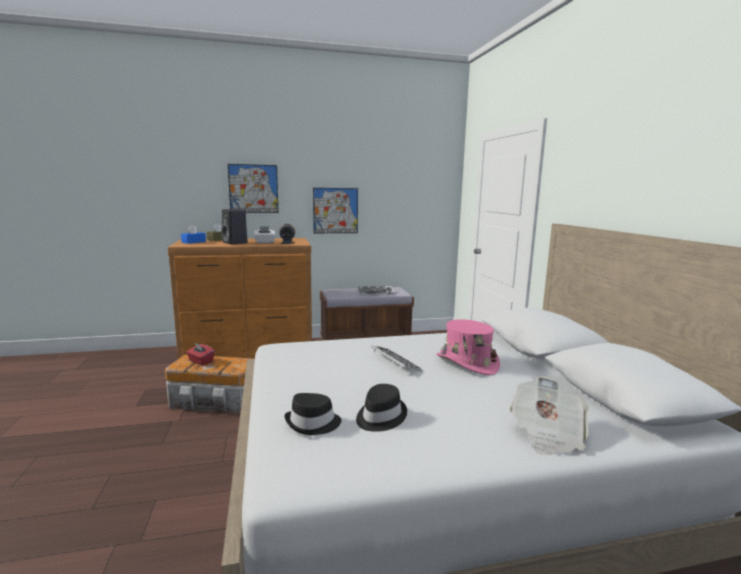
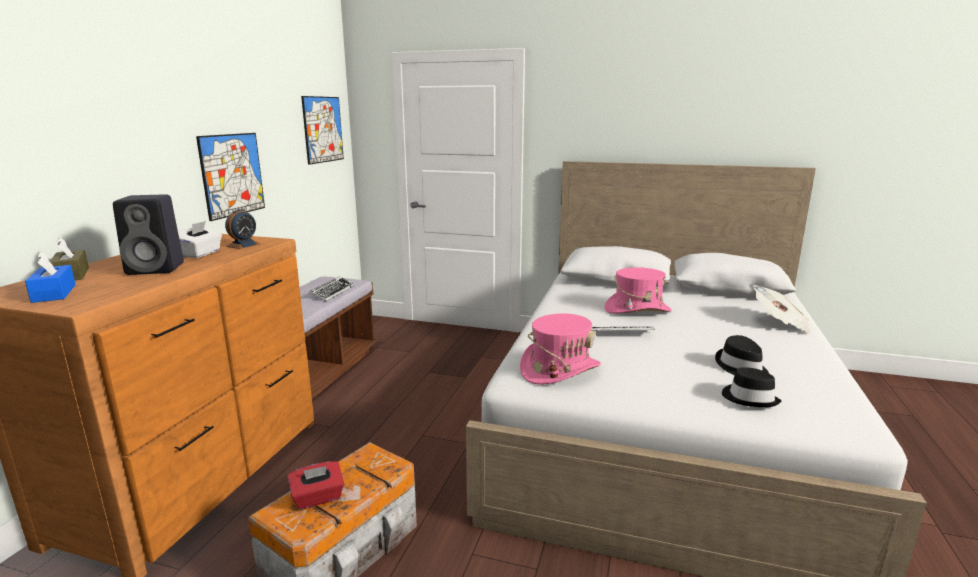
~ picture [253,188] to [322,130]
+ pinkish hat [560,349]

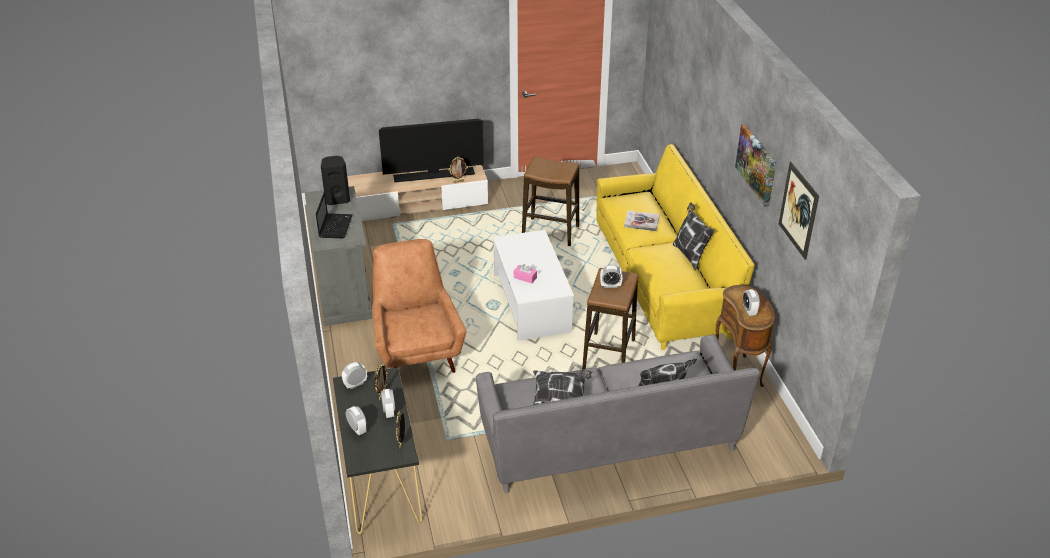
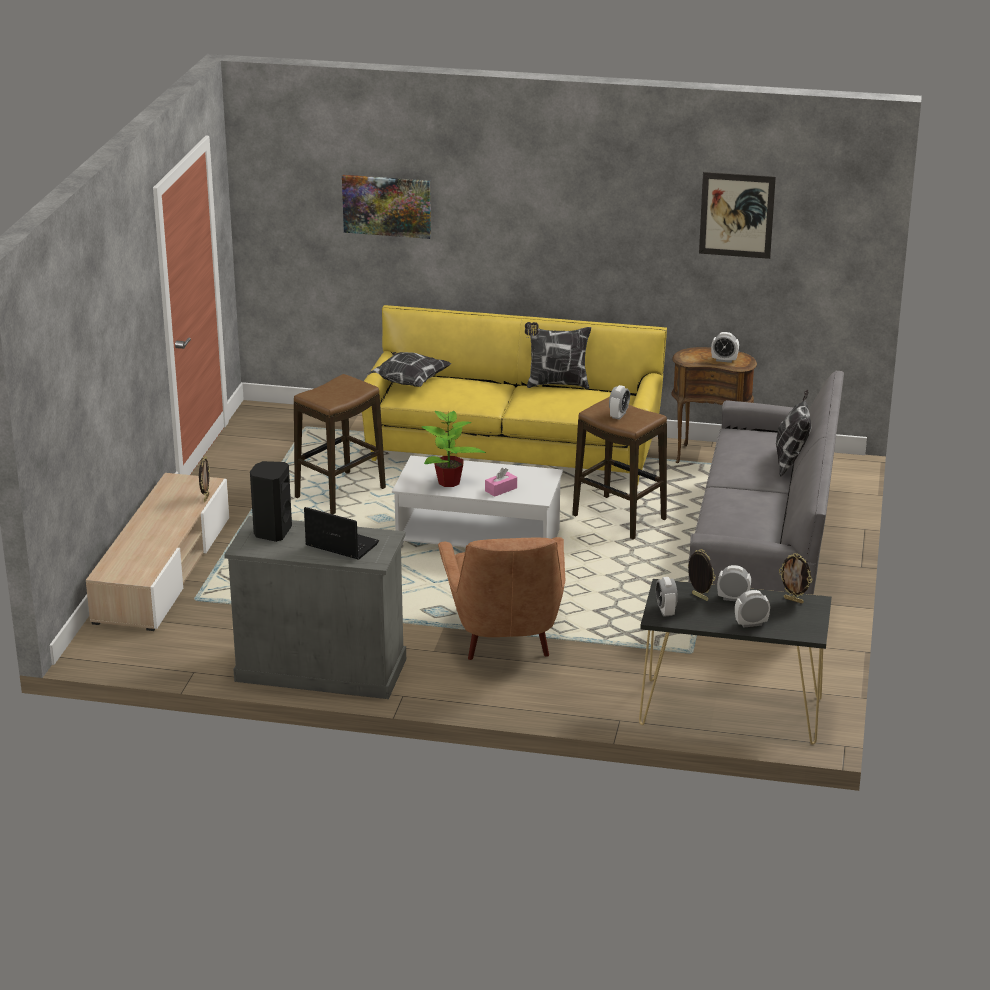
- television [431,151]
~ picture [755,165] to [386,207]
- volume [642,221]
~ brown armchair [419,306] = [501,598] 105 degrees counterclockwise
~ cushion [562,387] to [409,369]
+ houseplant [454,449]

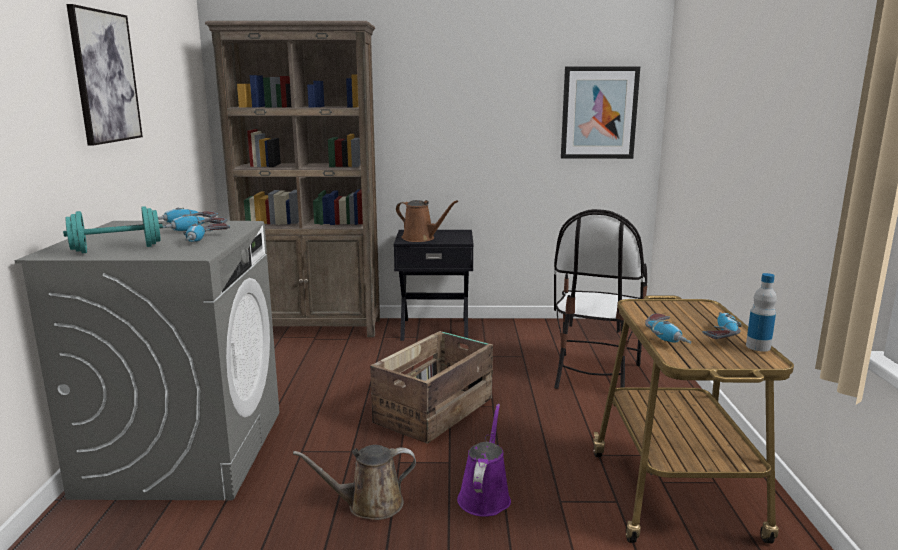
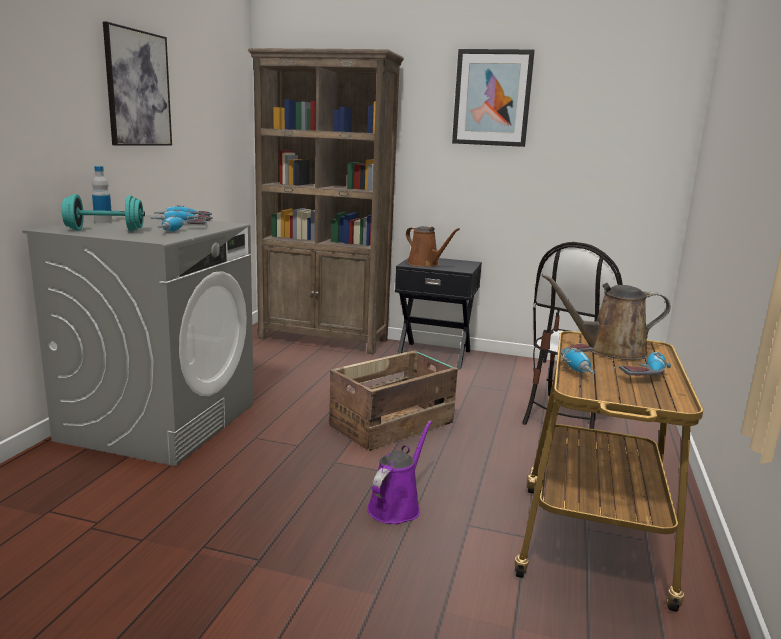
~ picture [600,112] to [493,98]
~ bottle [761,312] to [102,194]
~ brown watering can [354,482] to [606,317]

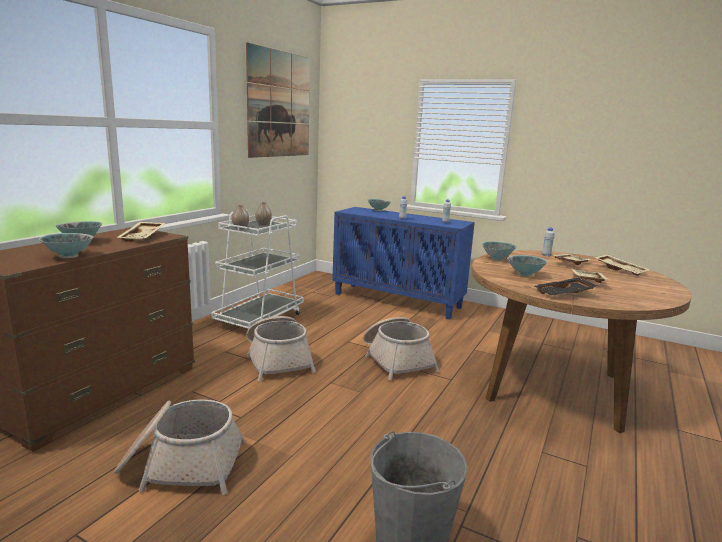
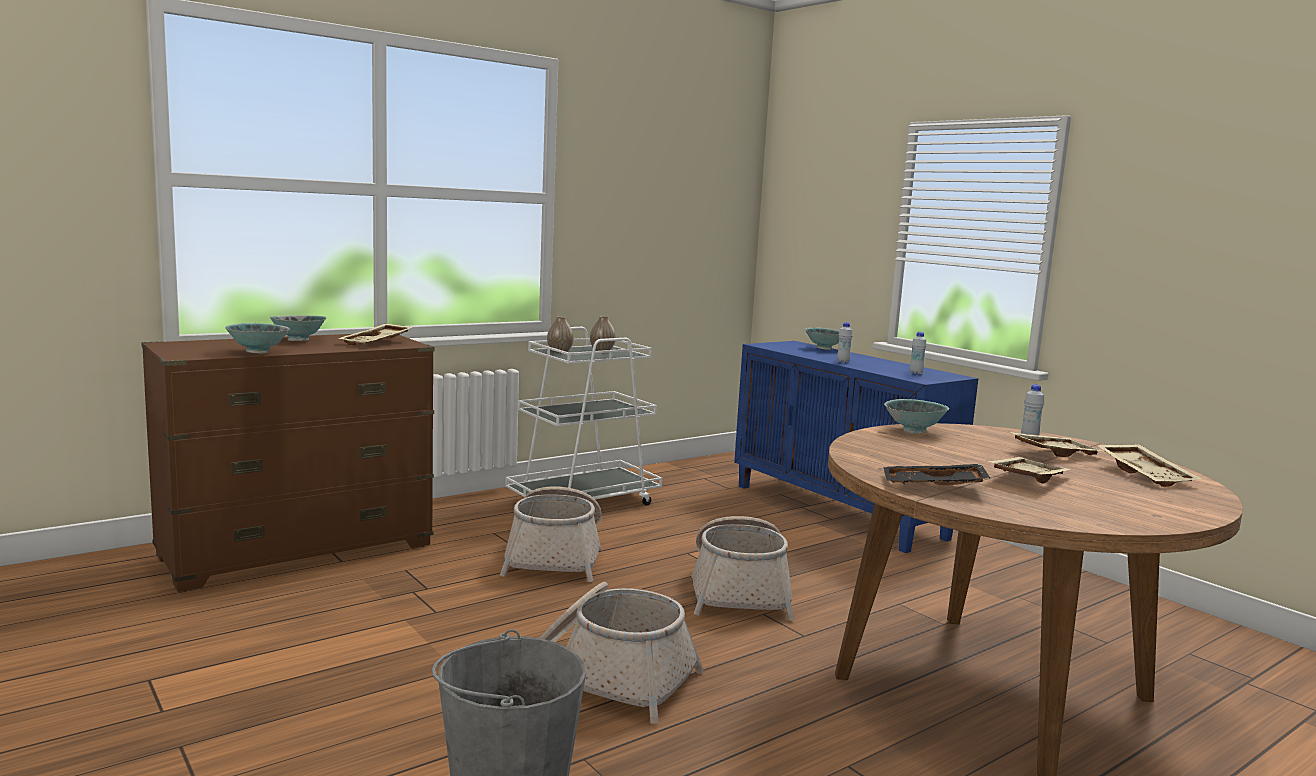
- picture [278,100]
- bowl [527,266]
~ household basket [180,447] to [621,653]

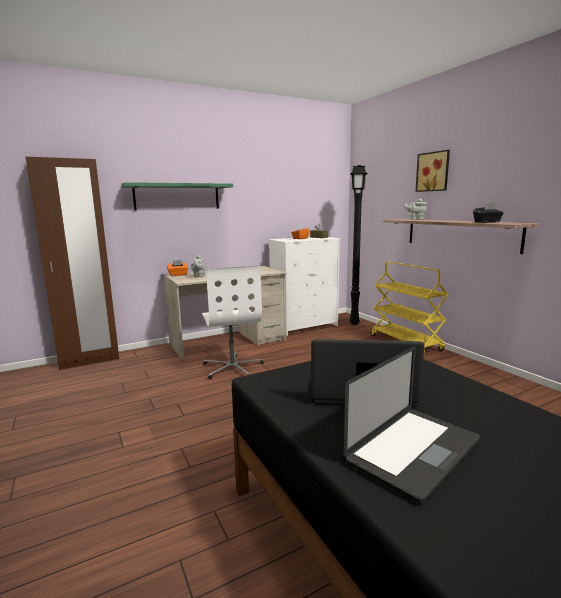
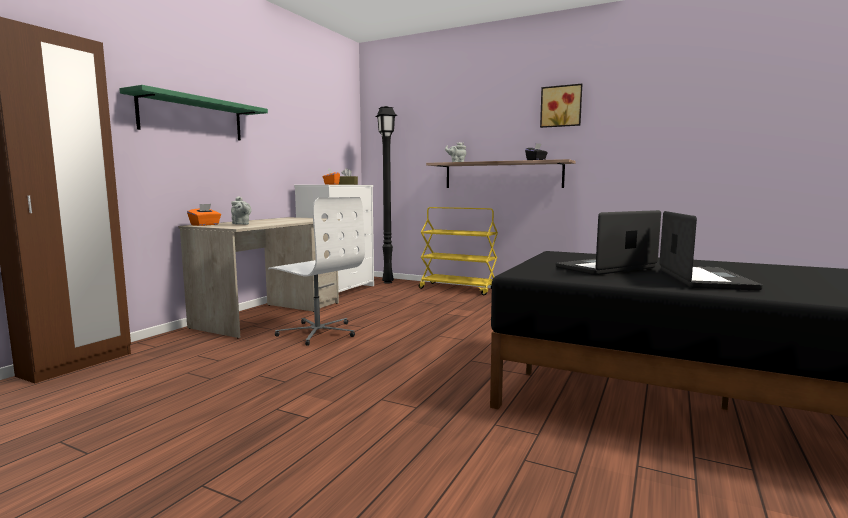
~ picture [432,171] to [561,106]

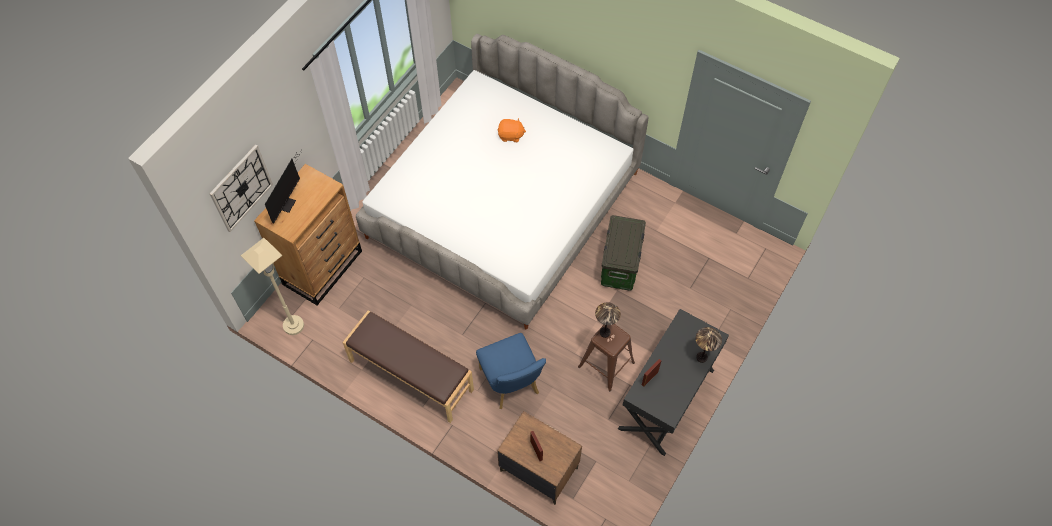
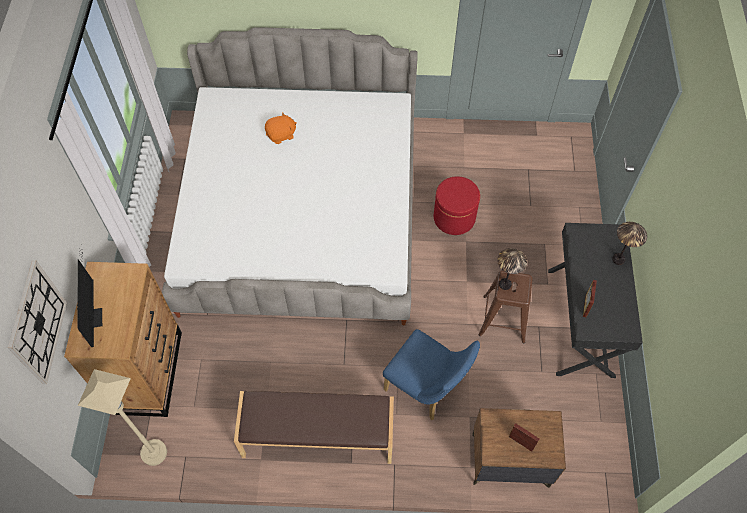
~ storage container [623,253] to red-coloured ottoman [457,205]

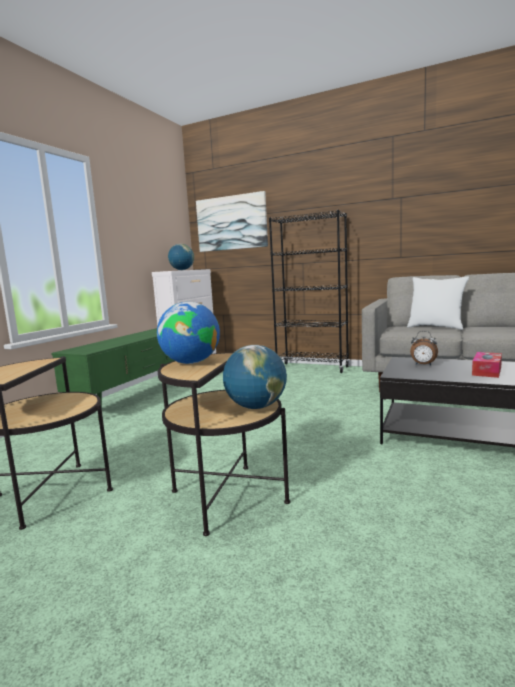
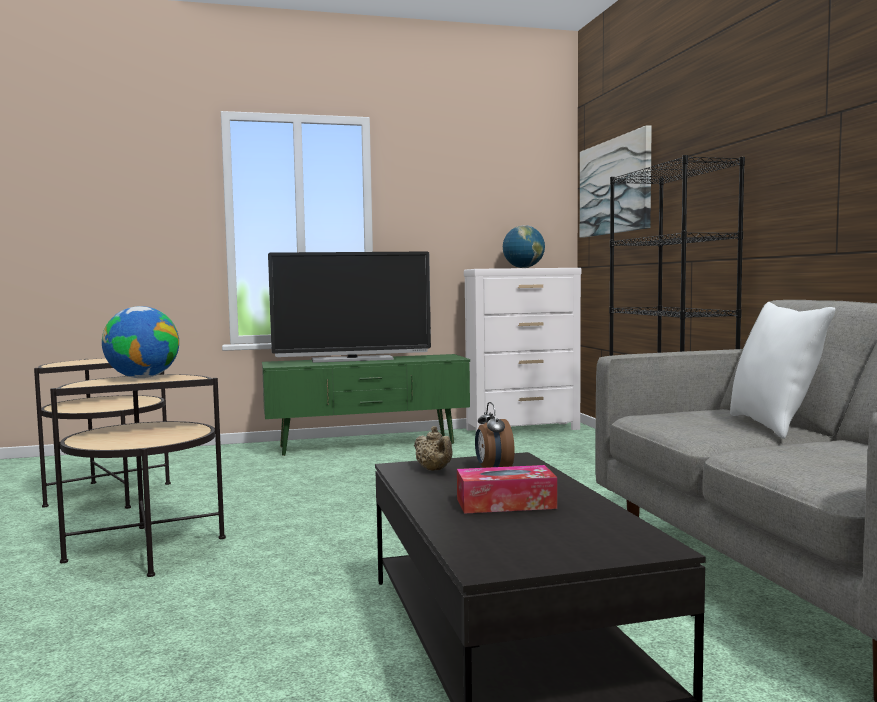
- world globe [255,377]
+ television [349,307]
+ beige teapot [433,448]

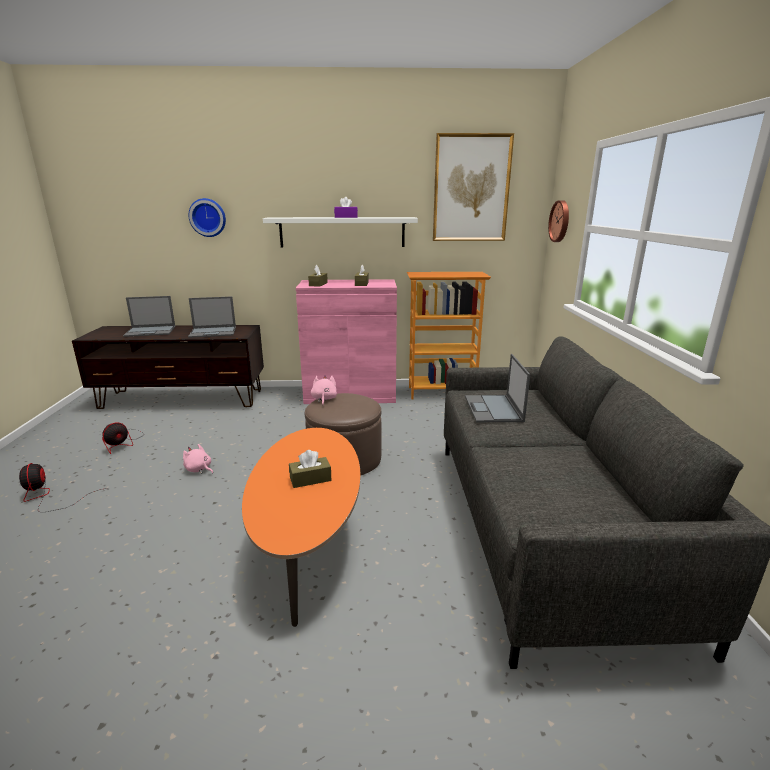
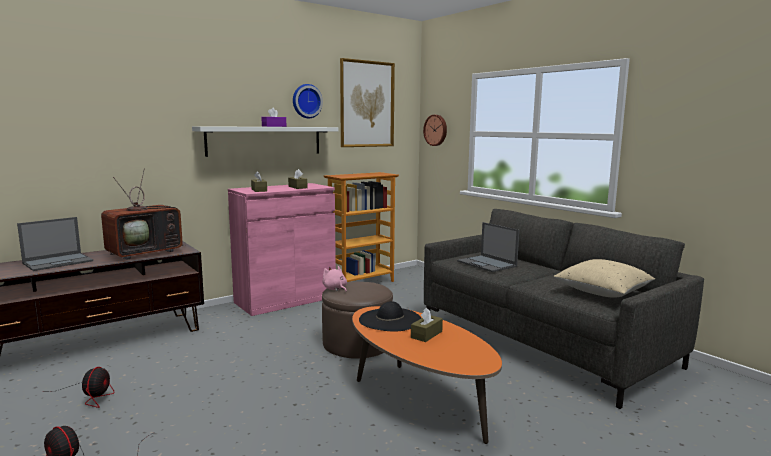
~ hanging clock [207,217] to [308,101]
~ portable computer [212,317] to television [143,214]
- pinkish soft toy [198,459]
+ beige cushion [604,278]
+ black hat [390,316]

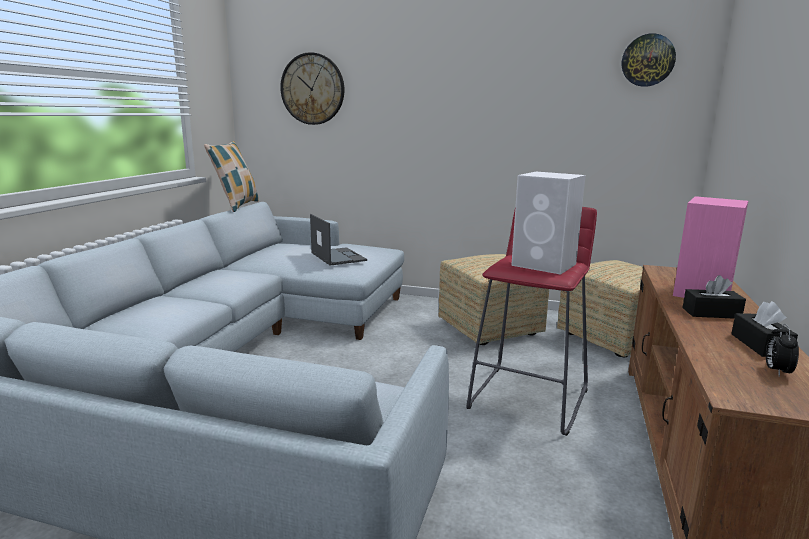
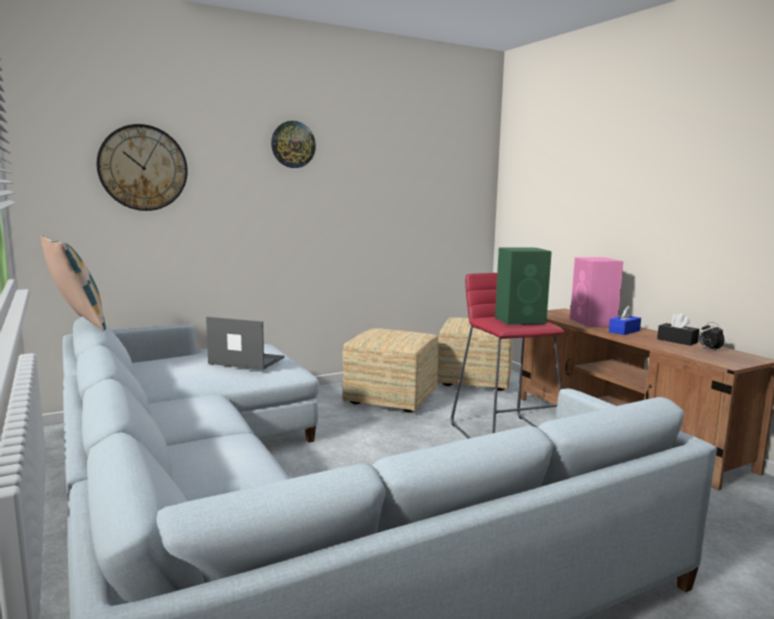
~ hanging clock [649,60] to [293,144]
~ white-coloured speaker [548,223] to greenish speaker [523,286]
~ black box of tissues [714,297] to blue box of tissues [625,320]

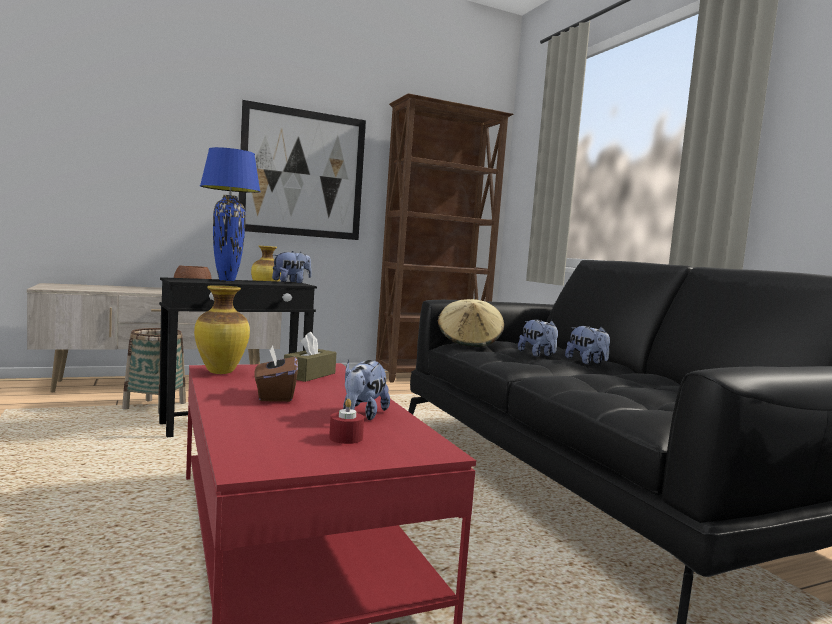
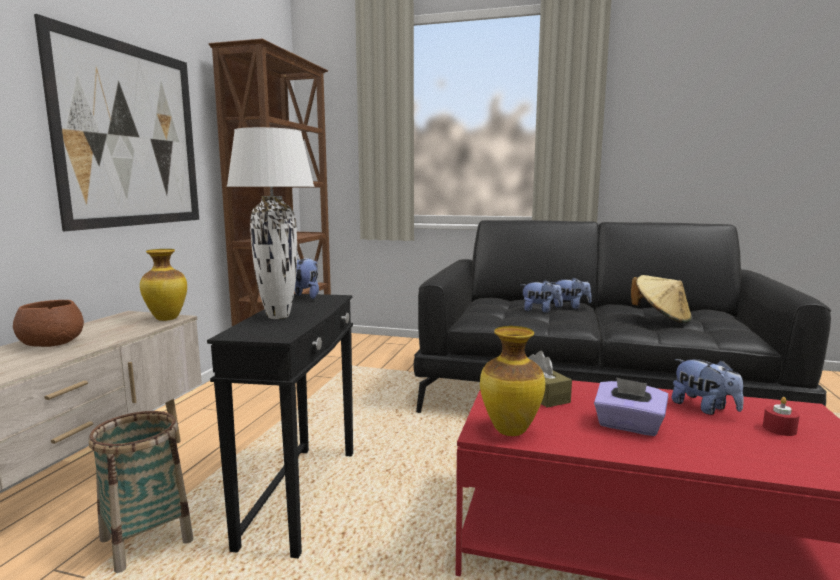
~ blue tabletop lamp [230,214] to white-coloured tabletop lamp [270,223]
~ beige hat [471,323] to [661,299]
~ brown box of tissues [276,373] to purplish box of tissues [631,406]

